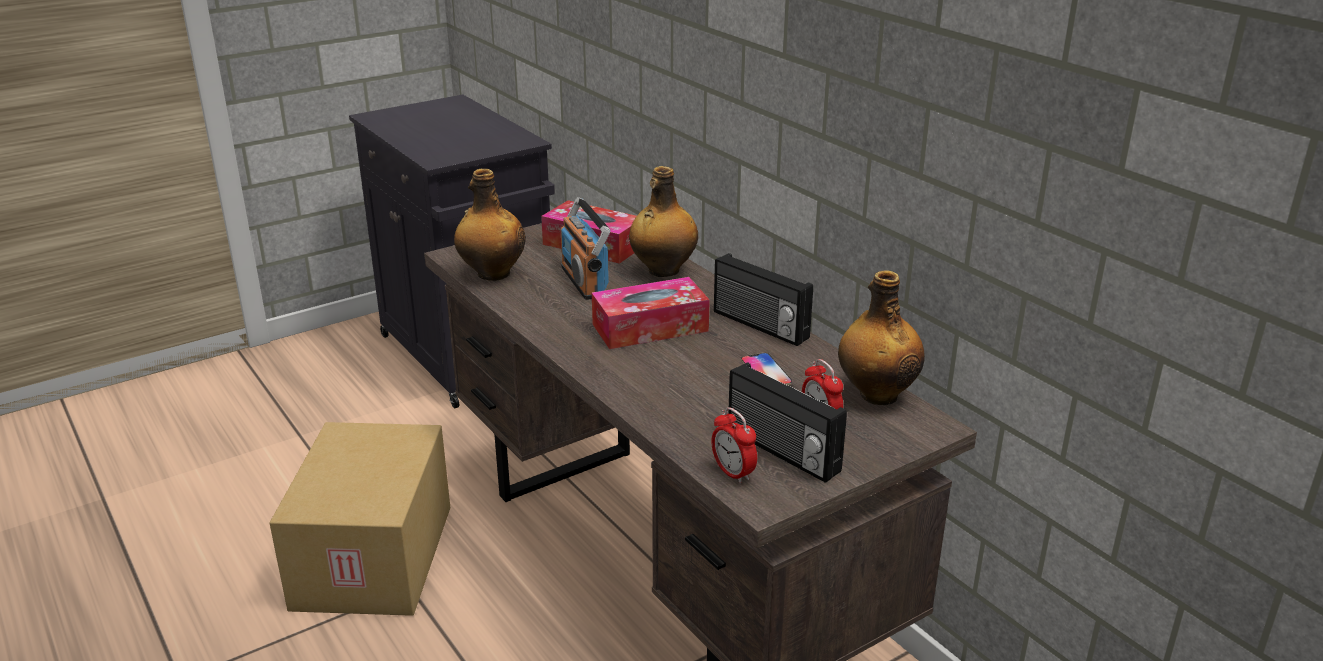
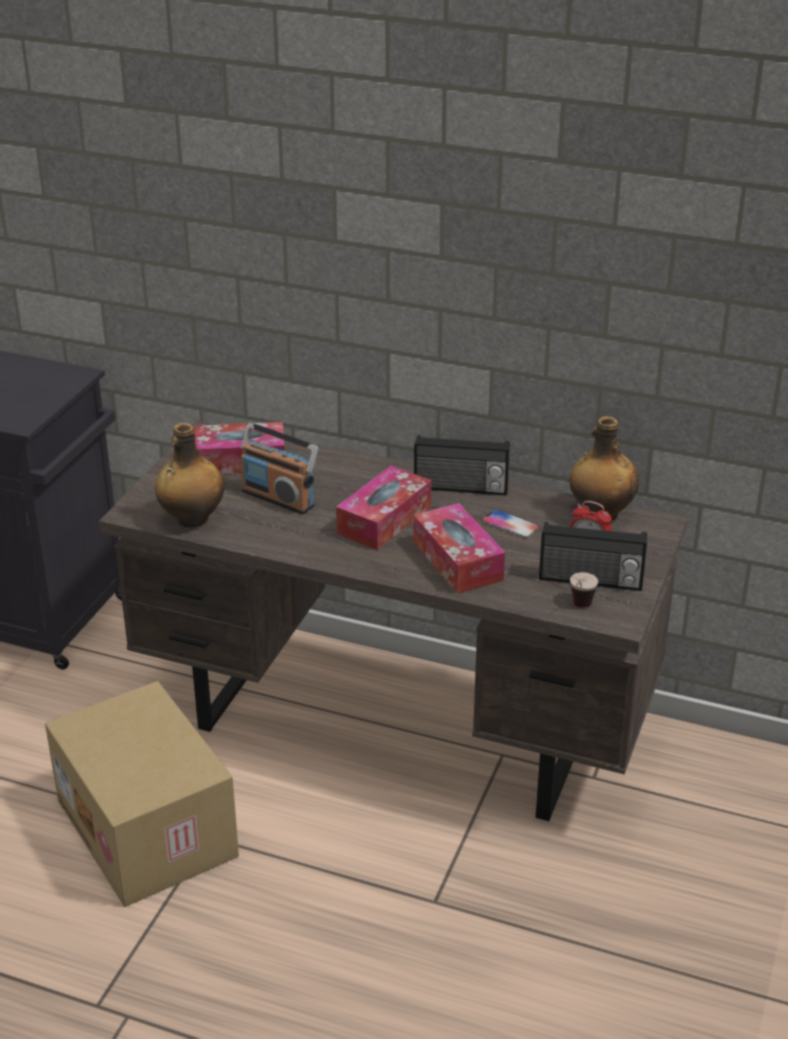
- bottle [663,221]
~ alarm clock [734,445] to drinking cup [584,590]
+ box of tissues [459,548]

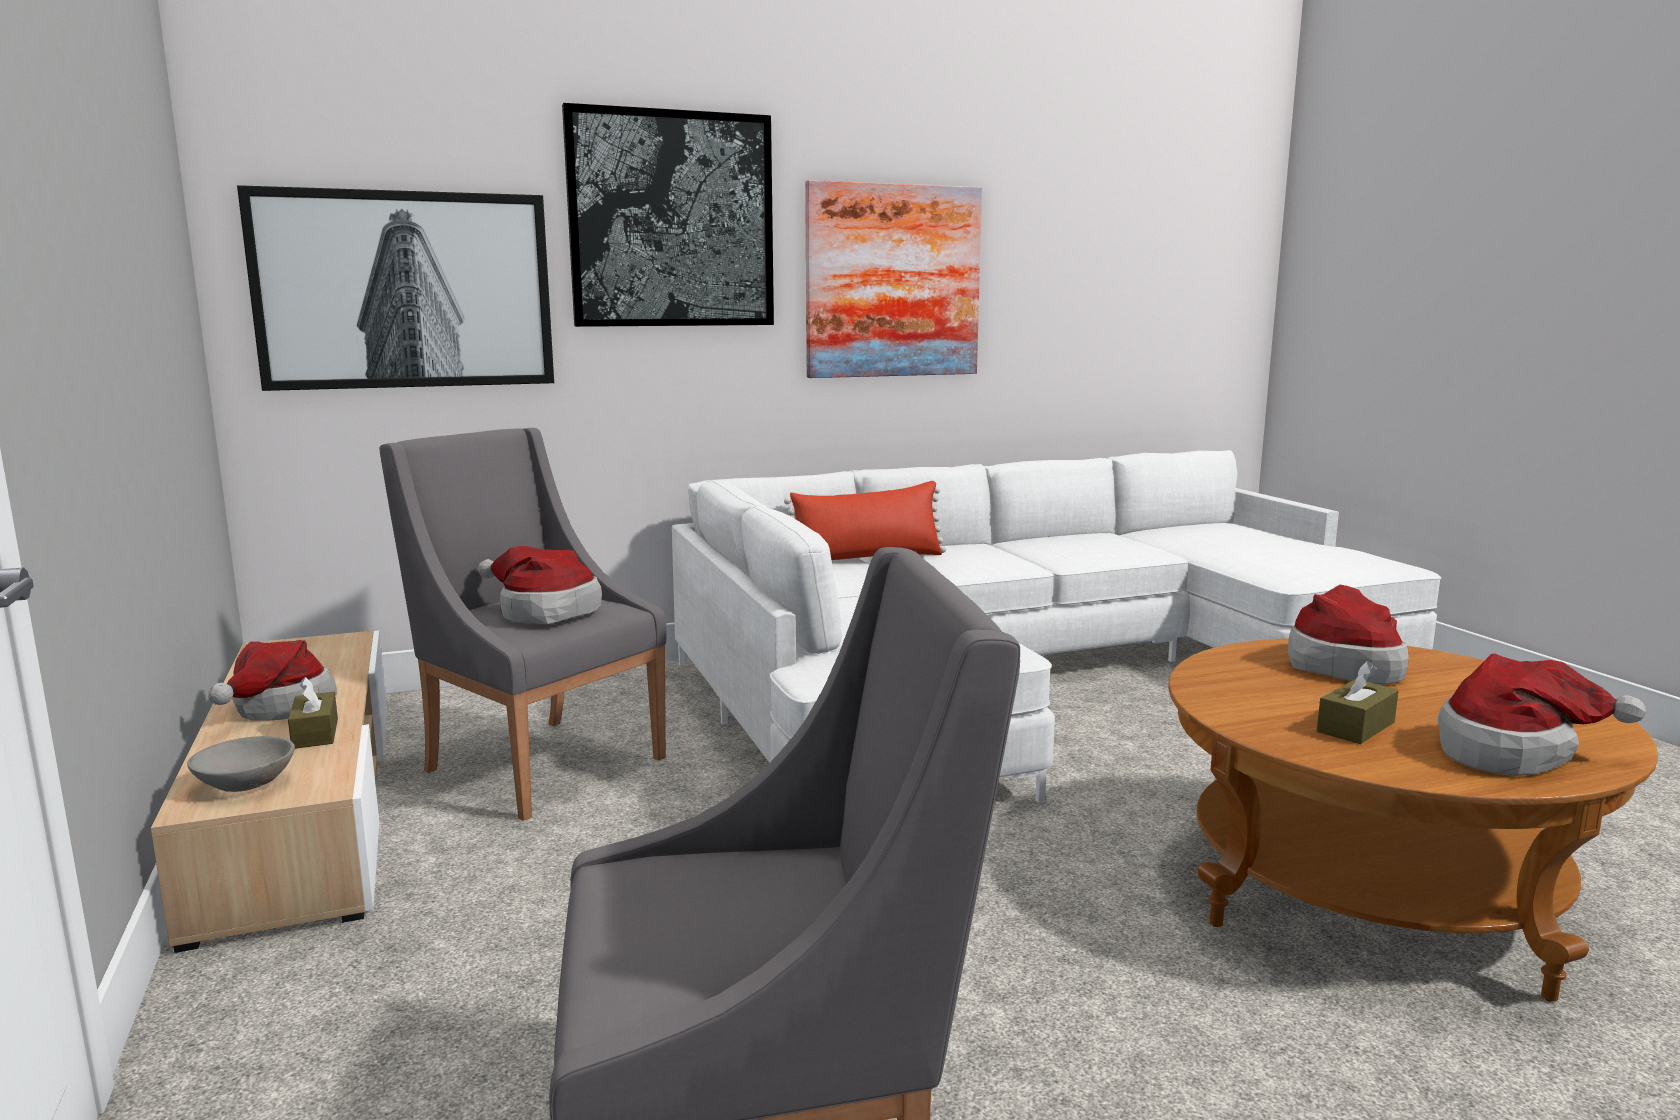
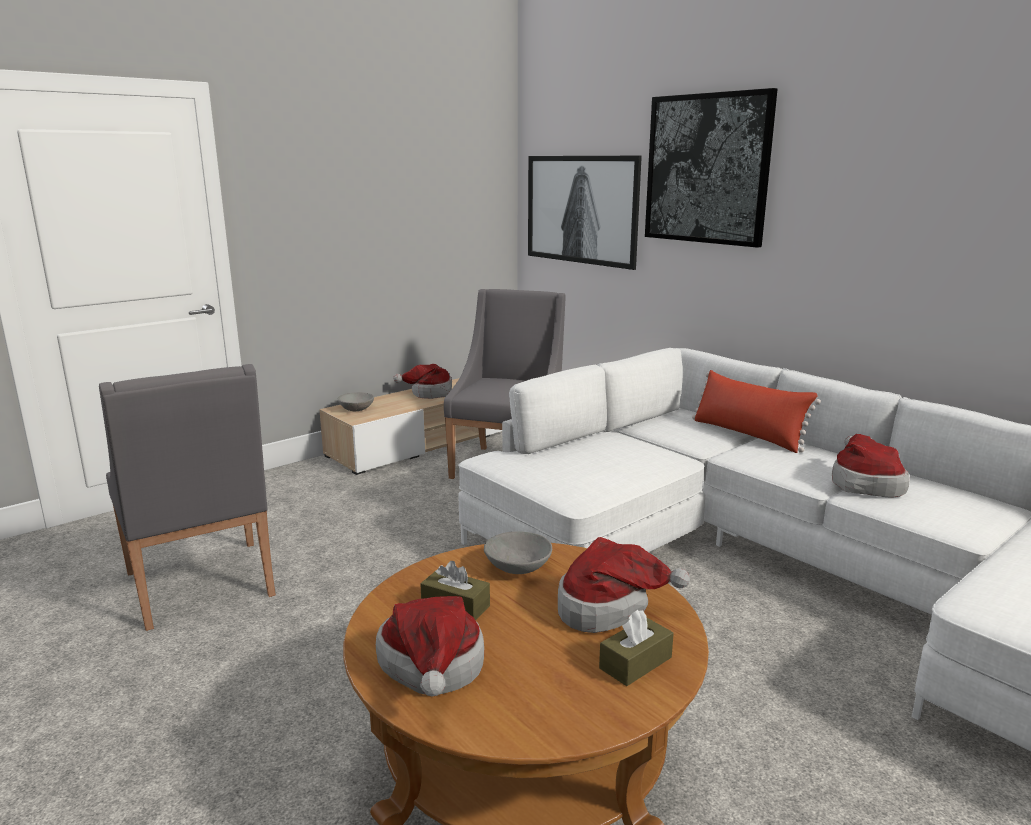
- picture [893,279]
~ hat [540,585] to [871,466]
~ brown box of tissues [313,713] to [636,648]
+ greyish bowl [518,552]

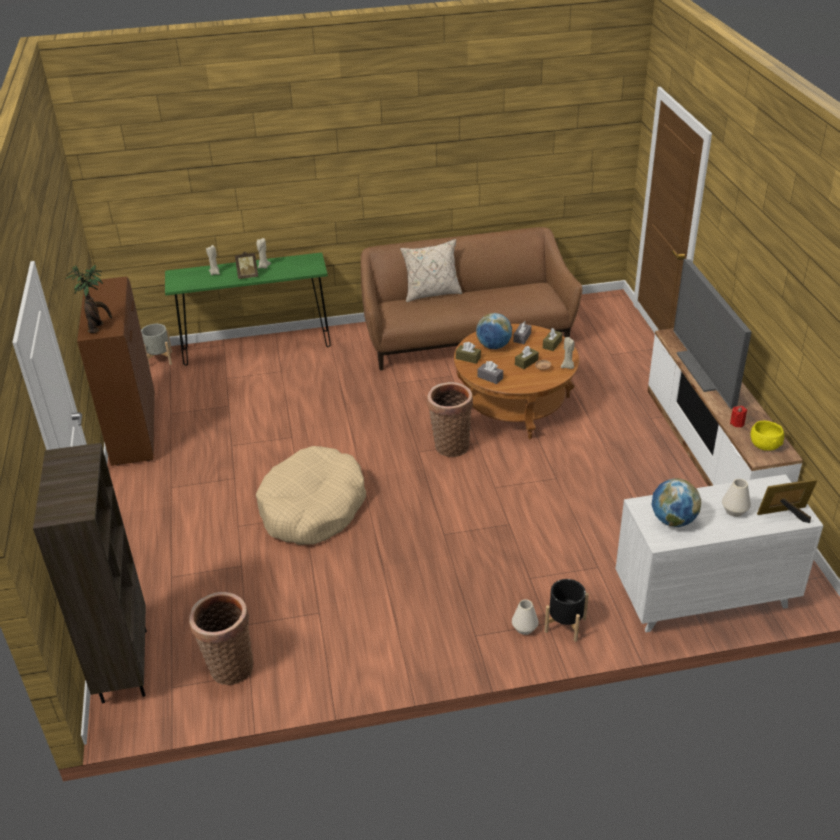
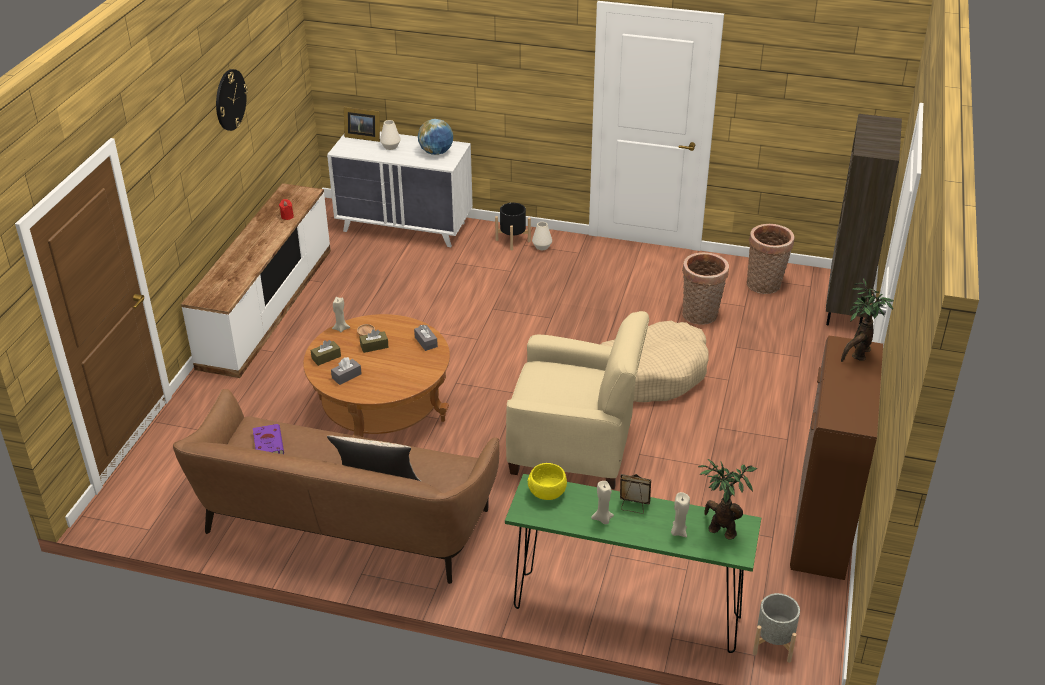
- television [713,334]
- world globe [494,331]
- brown box of tissues [468,353]
~ household basket [450,419] to [705,288]
~ yellowish bowl [767,436] to [547,481]
+ hanging clock [232,100]
+ beige armchair [577,400]
+ purplish volume [268,439]
+ houseplant [727,499]

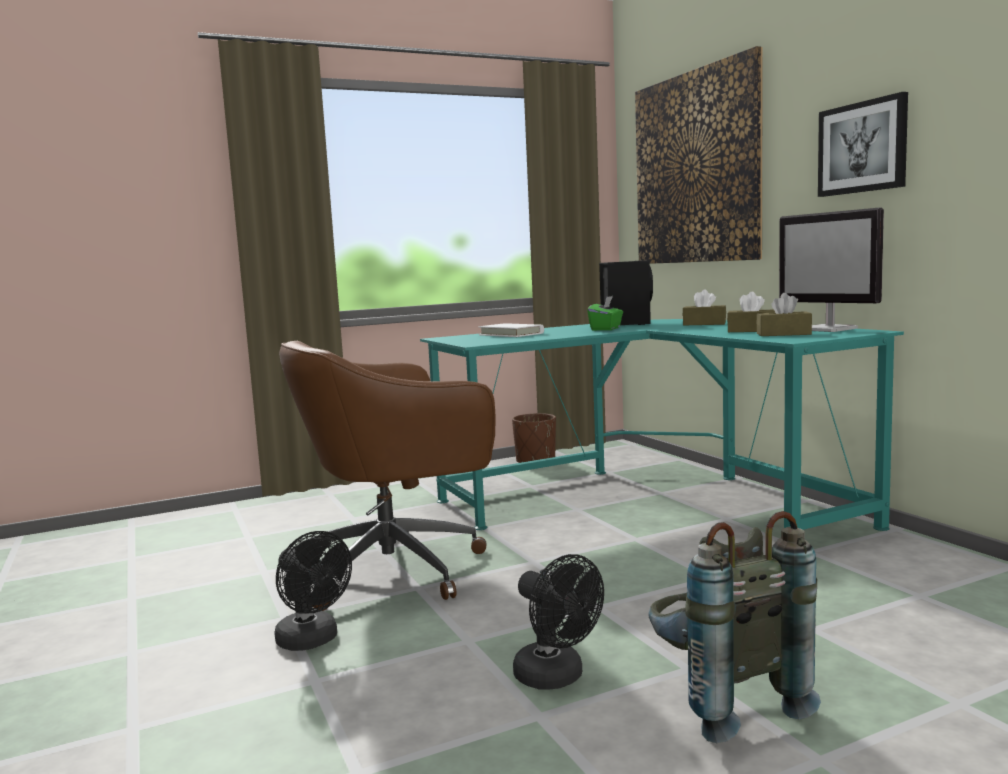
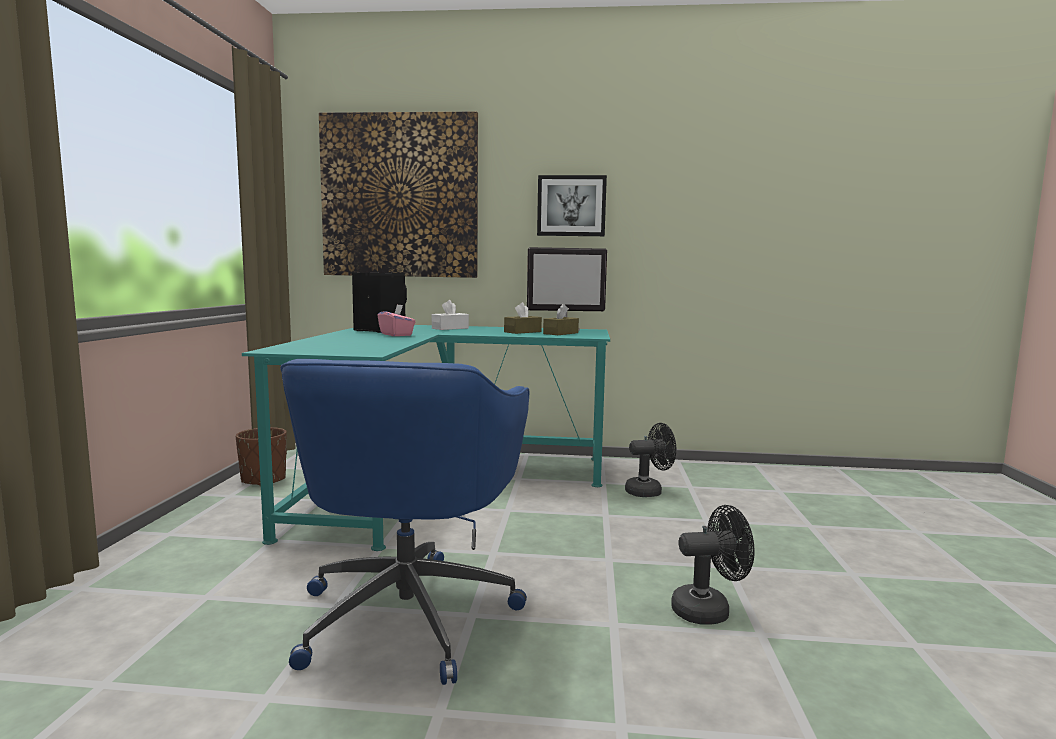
~ brown box of tissues [704,307] to white-coloured box of tissues [450,315]
~ greenish box of tissues [605,313] to pinkish box of tissues [396,320]
- white-coloured volume [511,330]
~ brown office chair [387,476] to blue office chair [404,522]
- greyish backpack [734,627]
~ black electric fan [313,591] to [650,460]

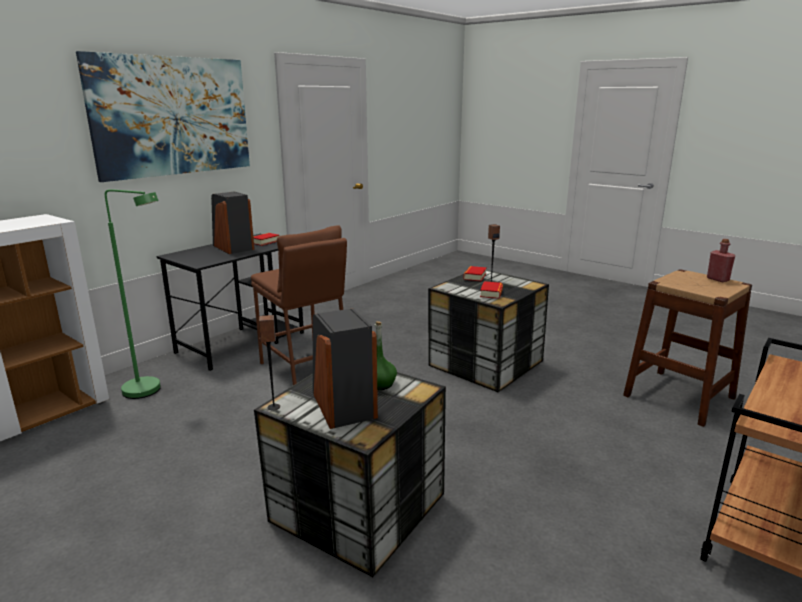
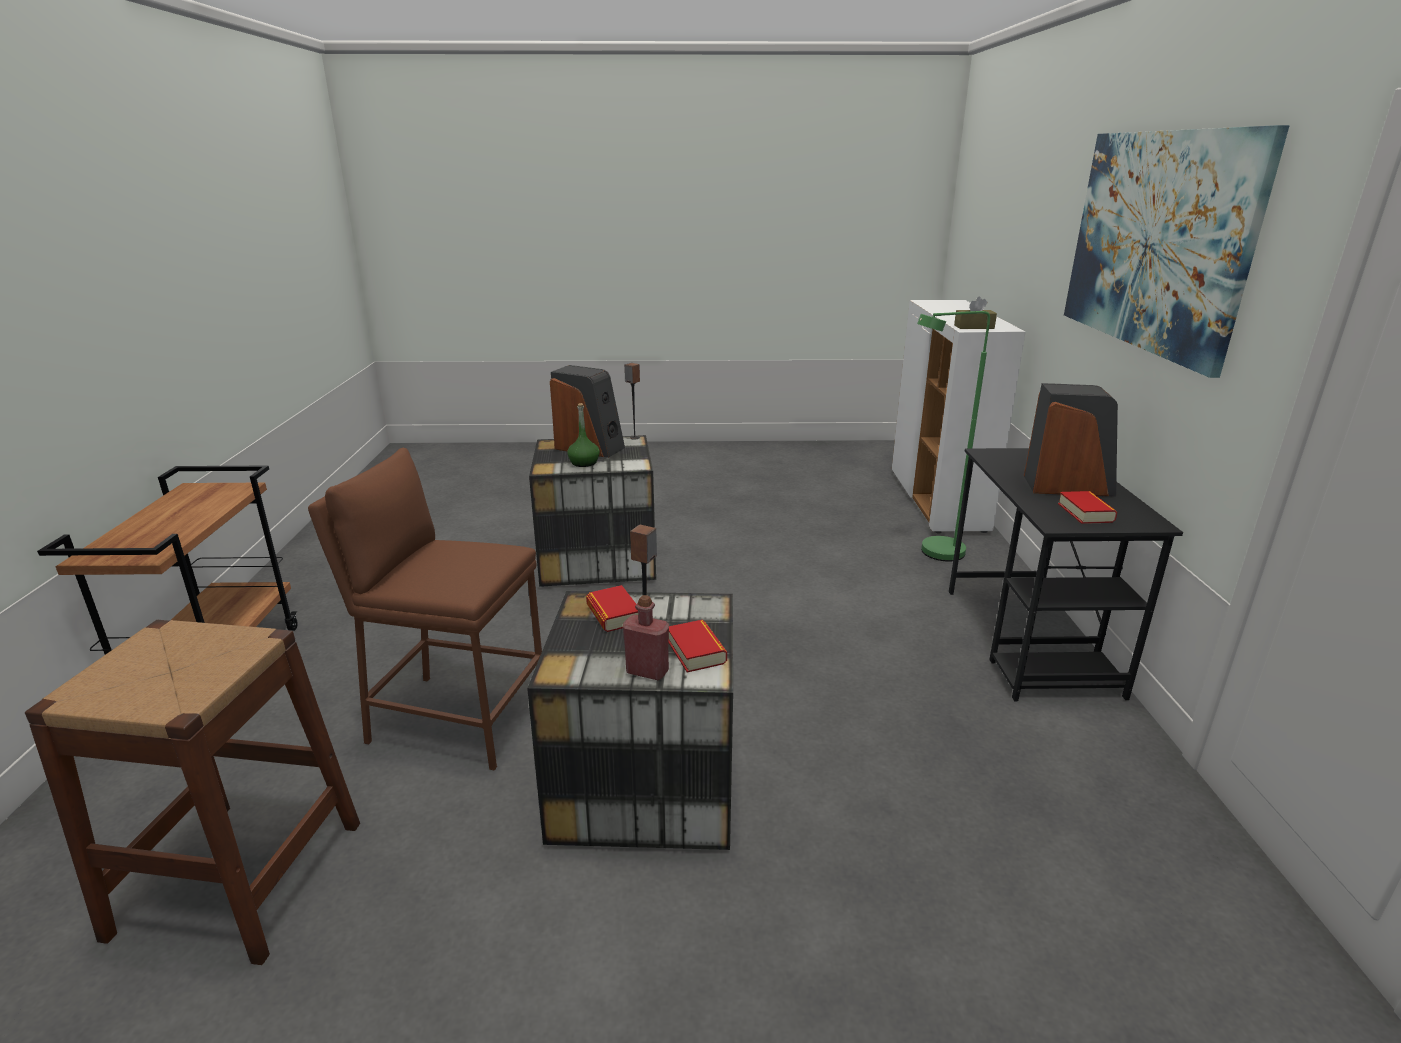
~ brown sitting stool [299,305] to [425,609]
~ red-coloured bottle [721,260] to [646,637]
+ brown box of tissues [975,313]

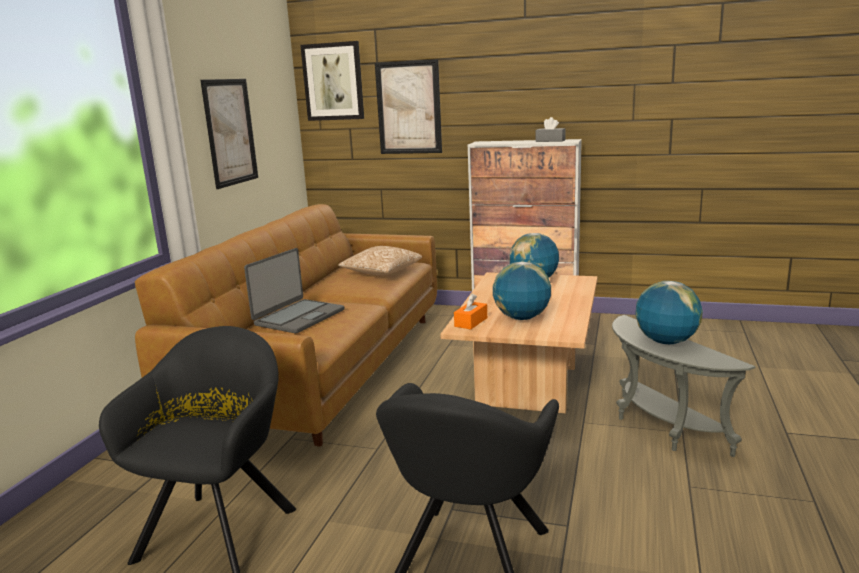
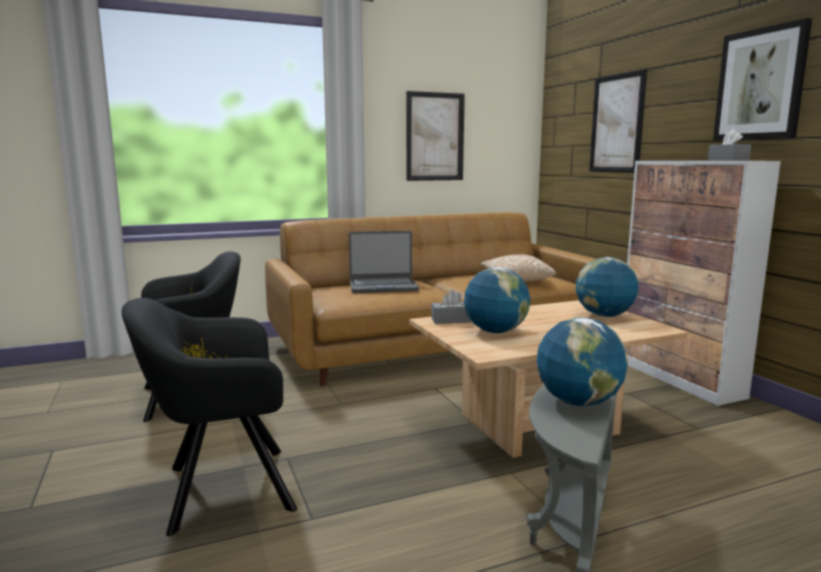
~ picture [332,81] to [762,79]
~ orangey box of tissues [470,311] to greyish box of tissues [451,307]

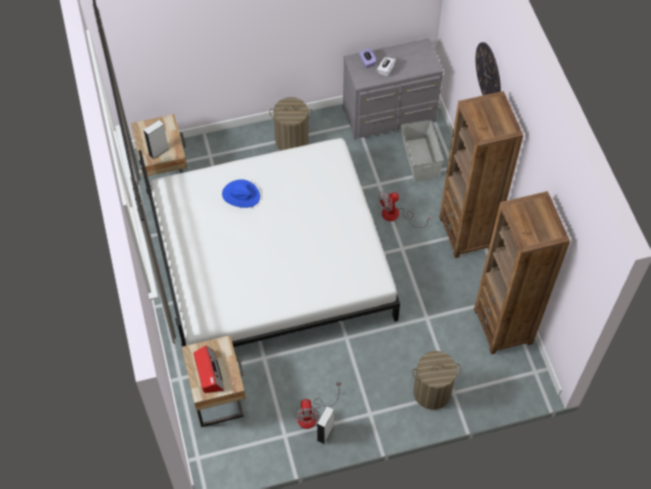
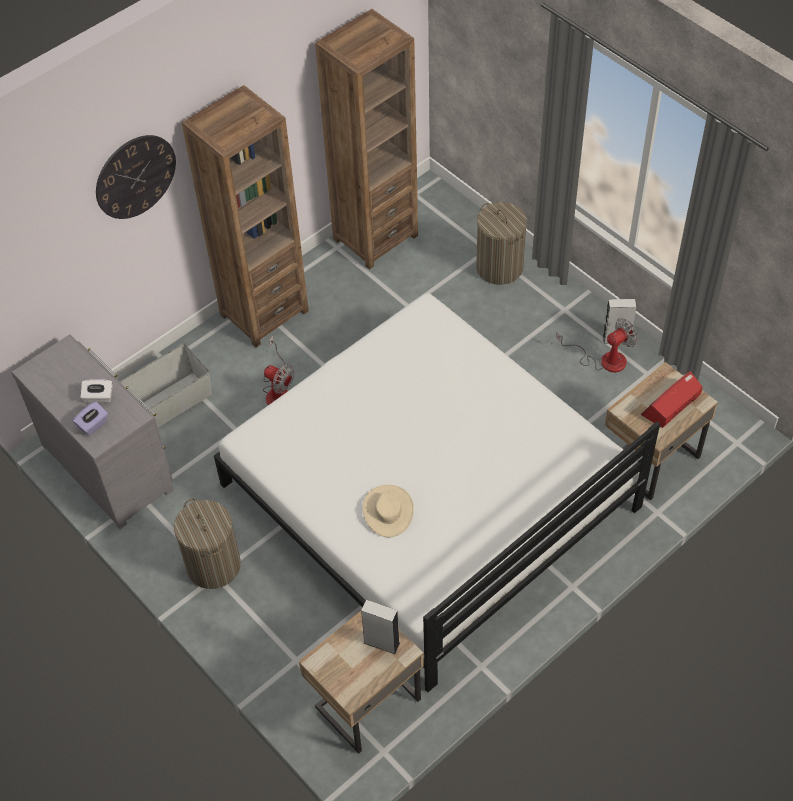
~ blue hat [241,193] to beige hat [388,511]

